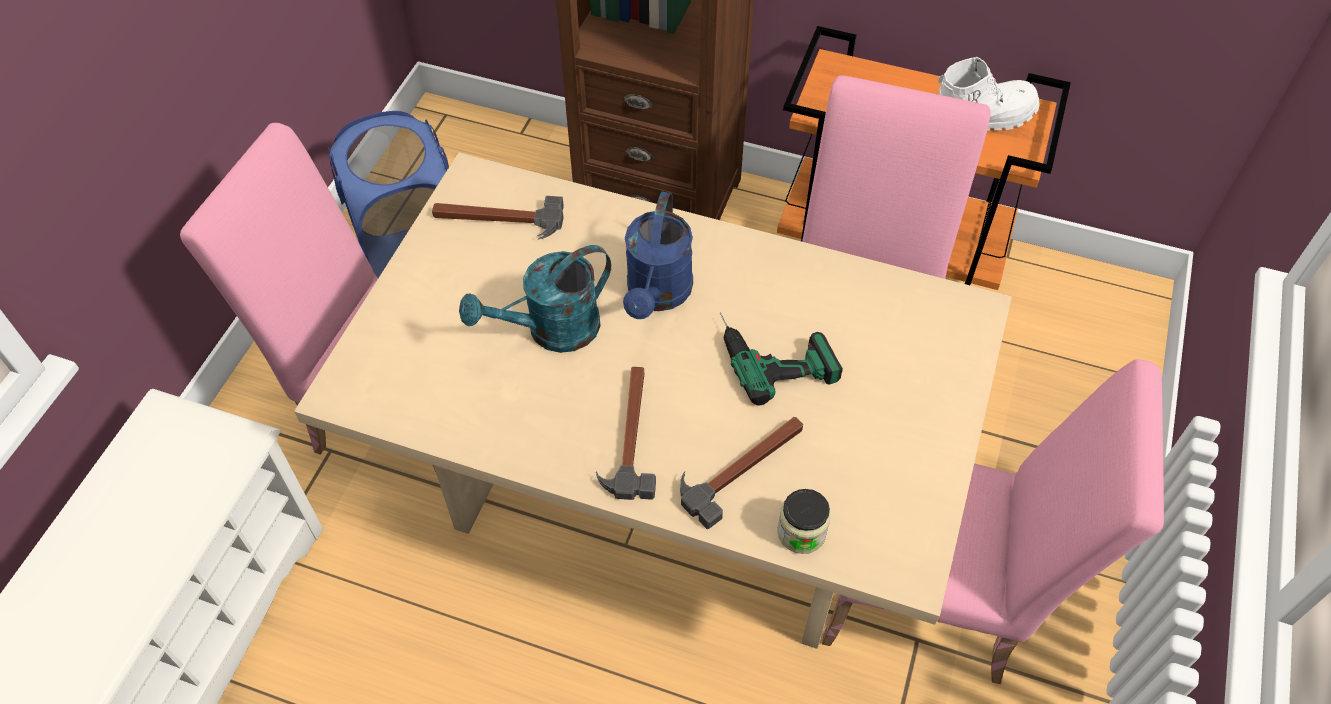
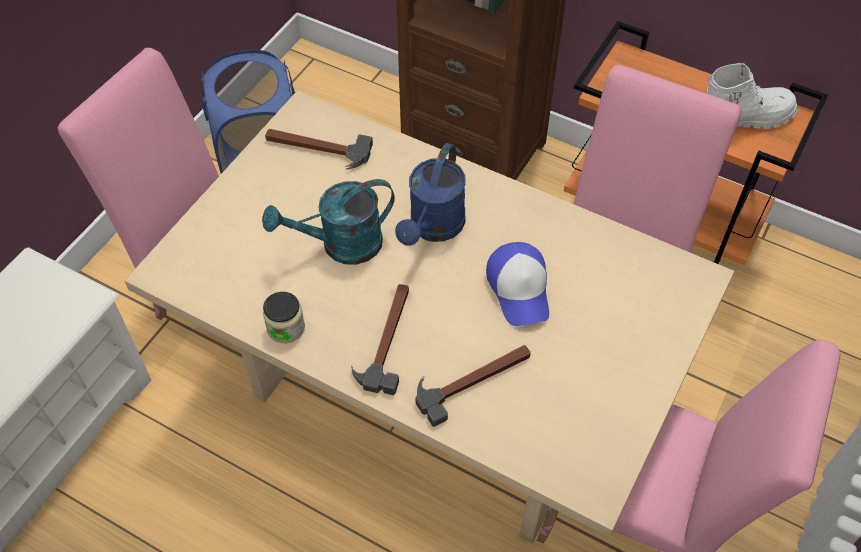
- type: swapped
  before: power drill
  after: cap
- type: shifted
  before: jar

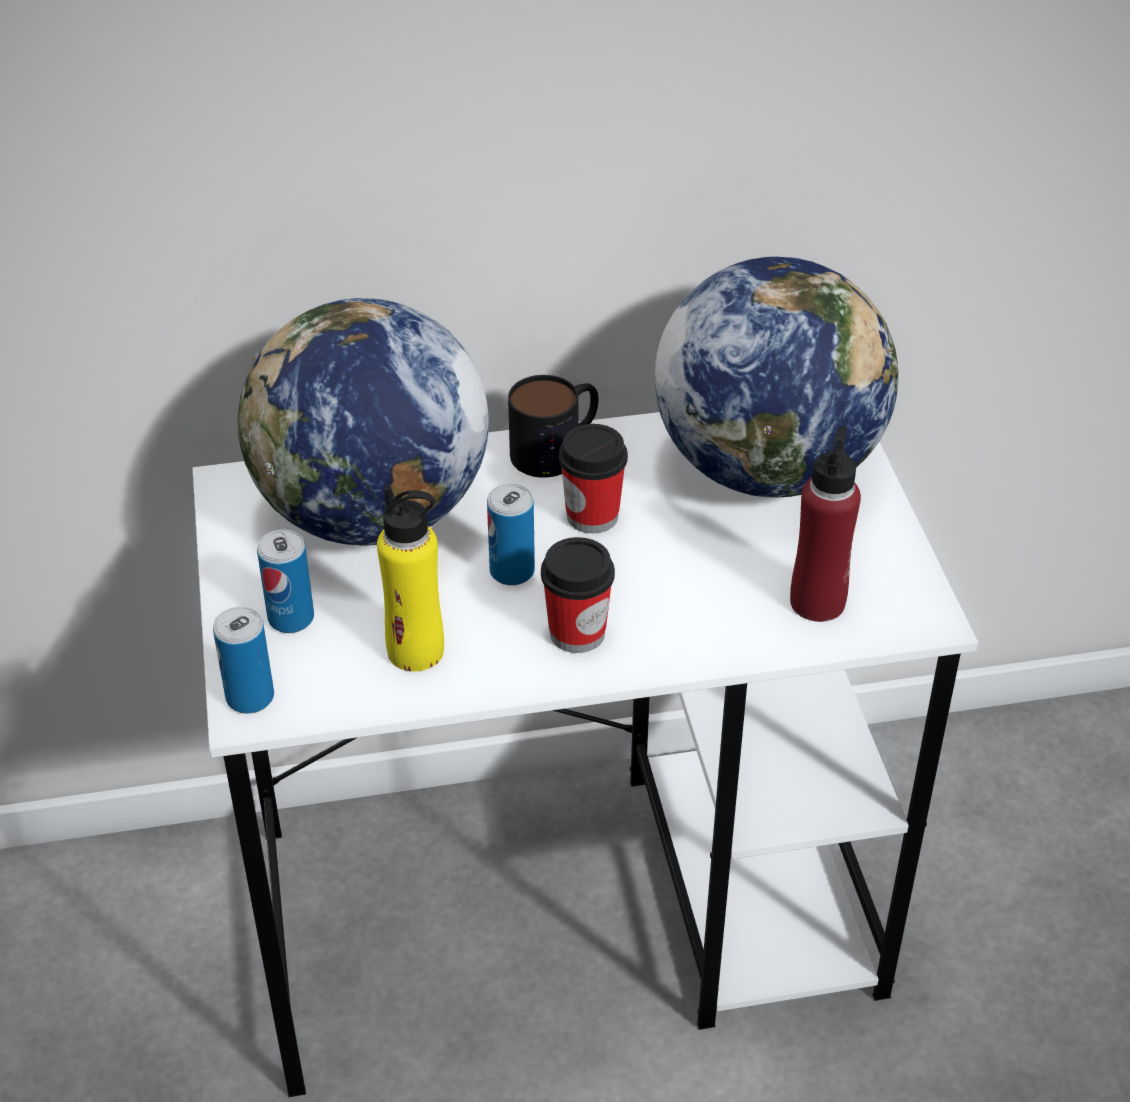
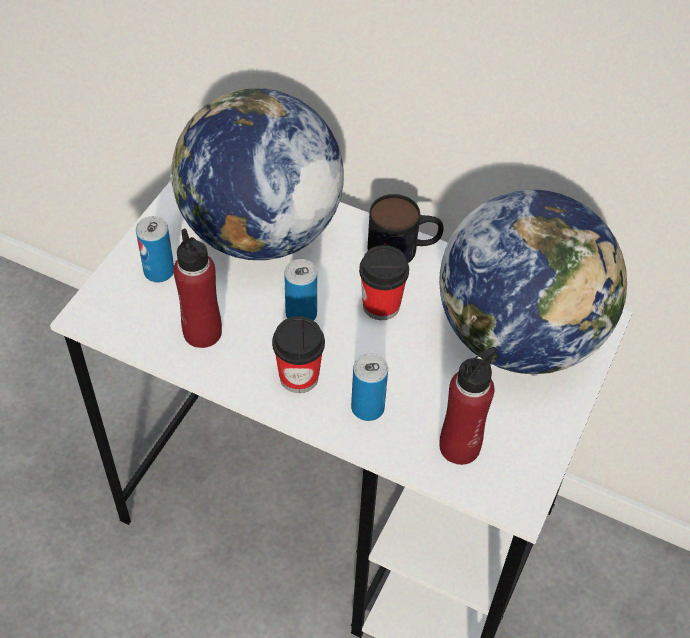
- type: repainted
  before: yellow bottle
  after: red bottle (no. 1 from left)
- type: shifted
  before: can (no. 1 from left in the first image)
  after: can (no. 3 from left)

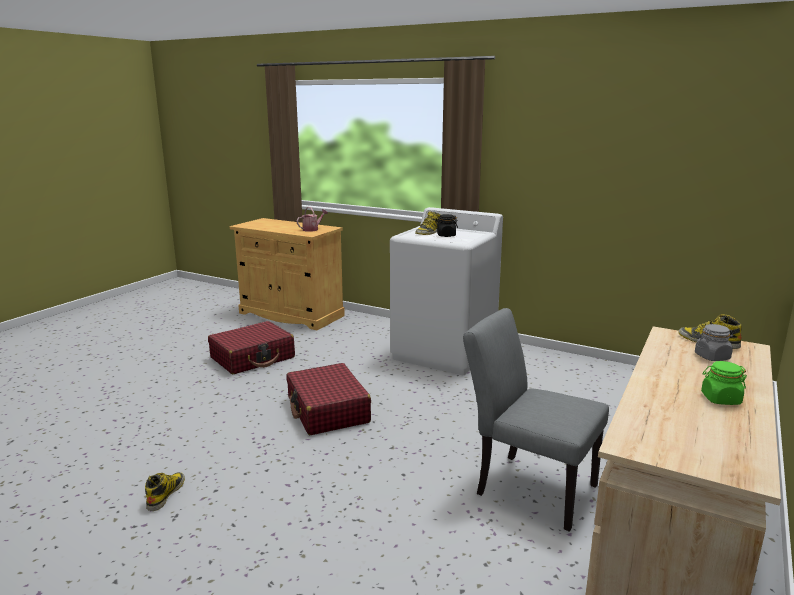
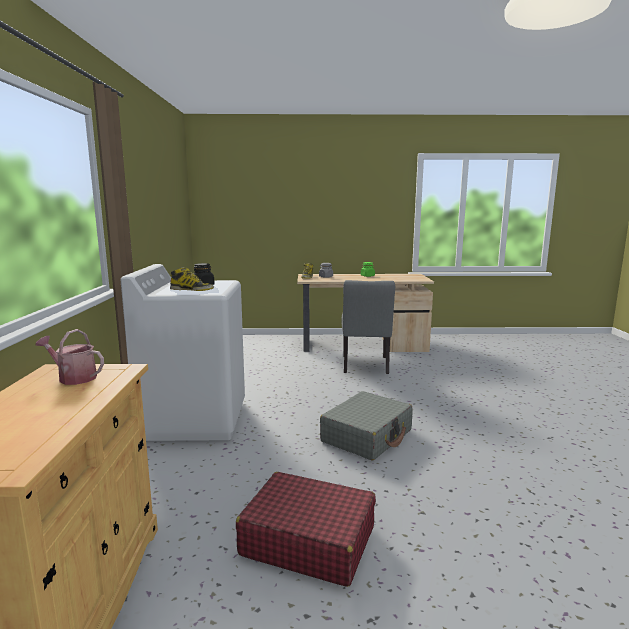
- type: repainted
  before: red suitcase (no. 2 from left)
  after: grey suitcase
- type: gone
  before: boot (no. 1 from left)

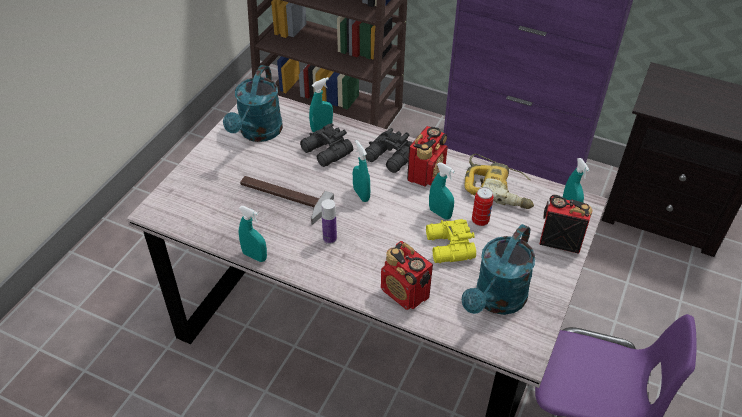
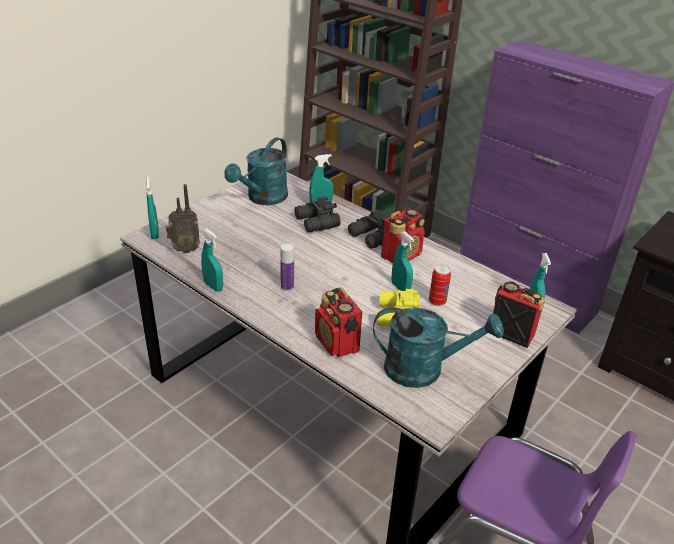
- type: shifted
  before: turquoise spray bottle (no. 3 from left in the first image)
  after: turquoise spray bottle (no. 1 from left)
- type: gone
  before: power drill
- type: gone
  before: hammer
- type: rotated
  before: turquoise watering can (no. 2 from left)
  turn: -135
- type: new
  after: radio (no. 1 from left)

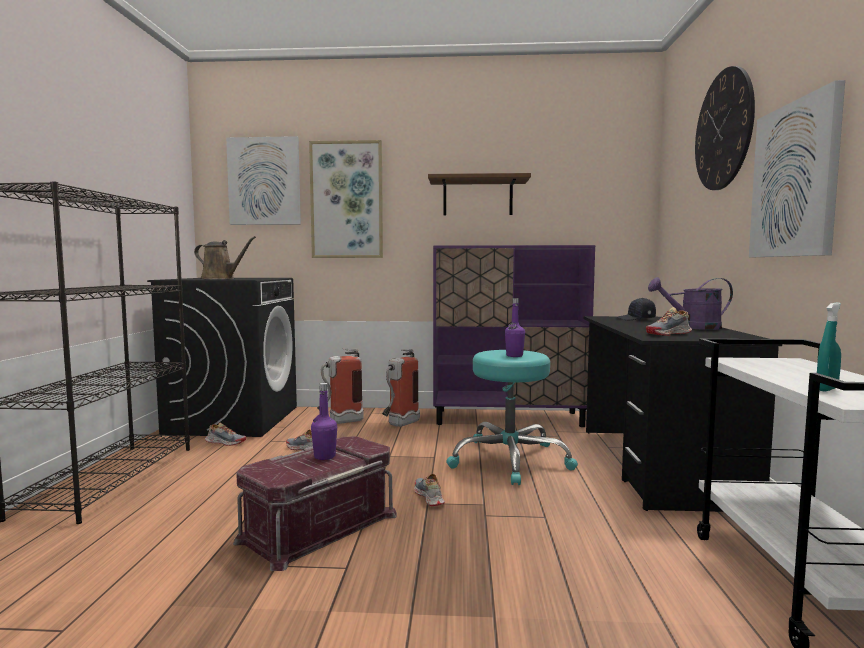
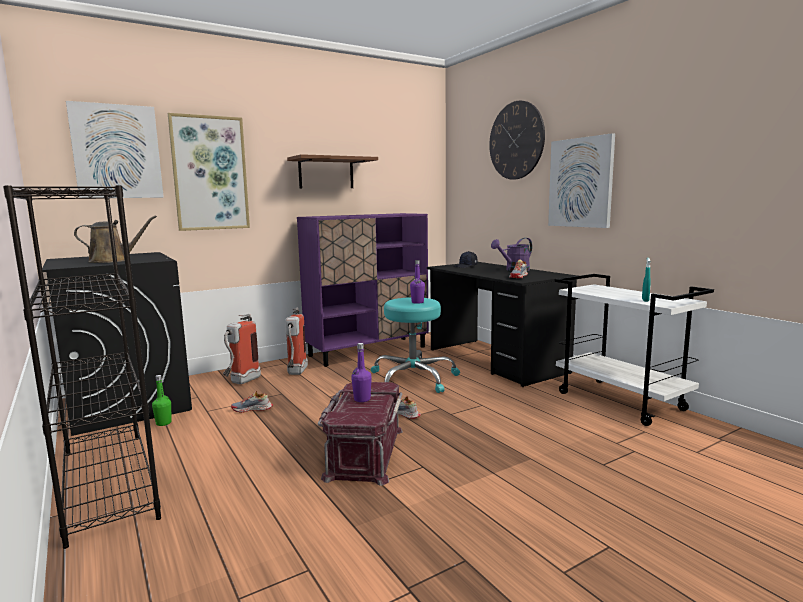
- type: swapped
  before: shoe (no. 1 from left)
  after: green bottle

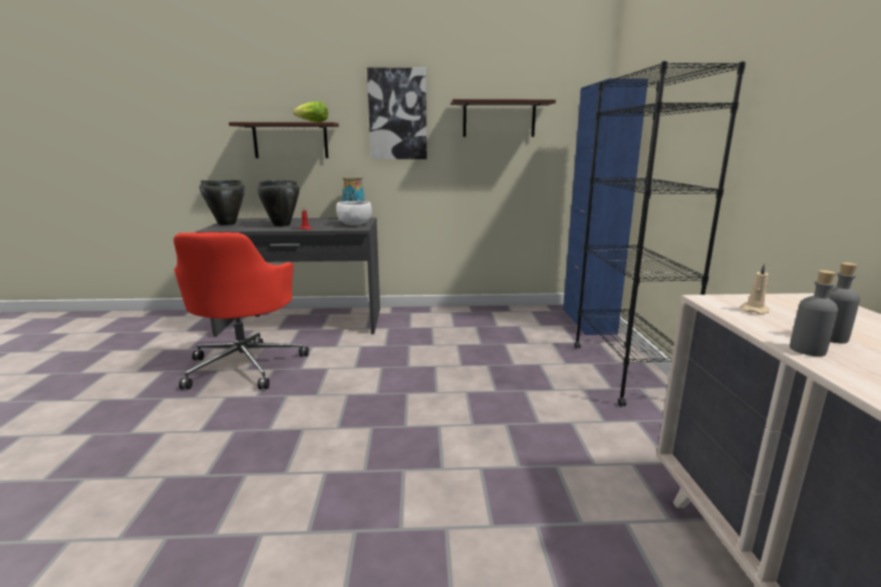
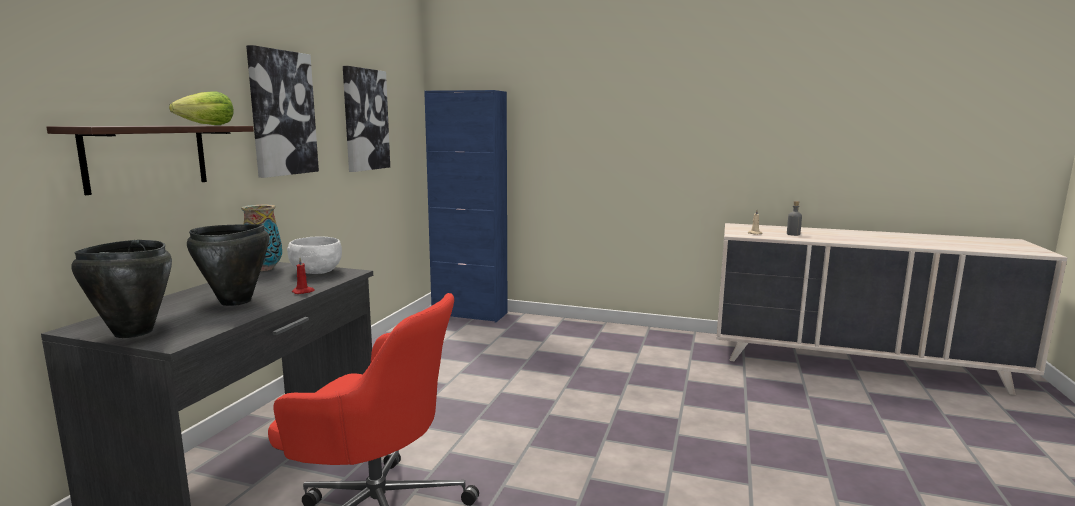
- type: gone
  before: black bookcase
- type: swapped
  before: shelf (no. 2 from left)
  after: picture (no. 2 from left)
- type: gone
  before: grey bottle (no. 1 from left)

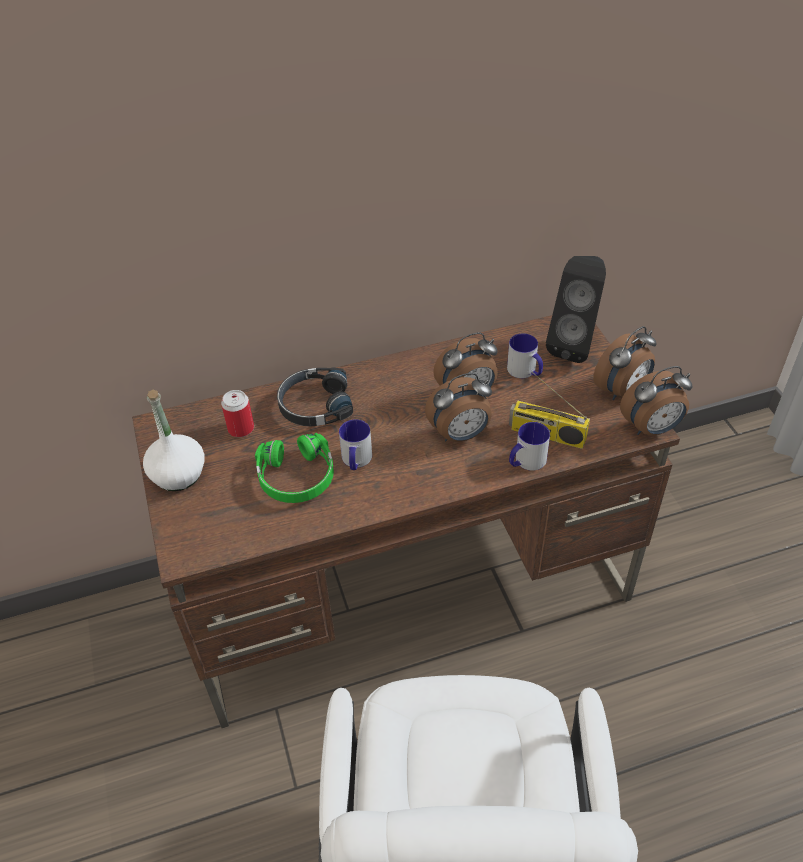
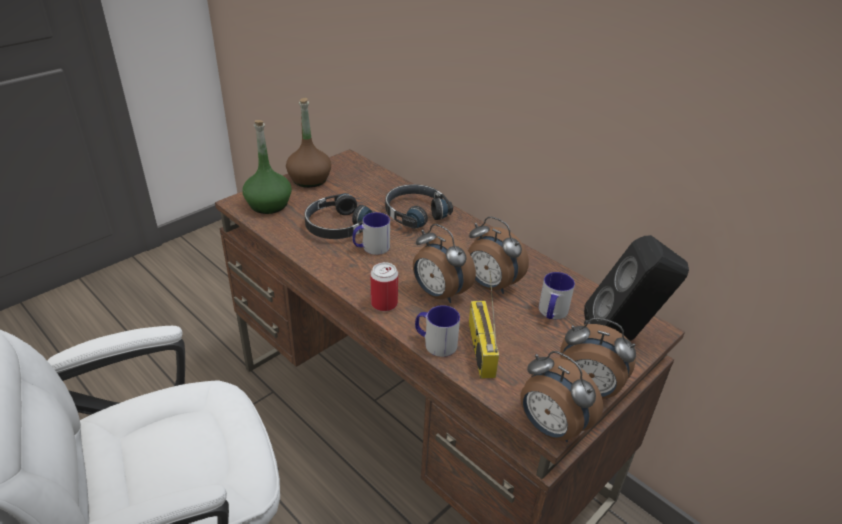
- type: repainted
  before: white bottle
  after: brown bottle
- type: shifted
  before: can
- type: repainted
  before: green headphones
  after: black headphones (no. 1 from left)
- type: new
  after: green bottle

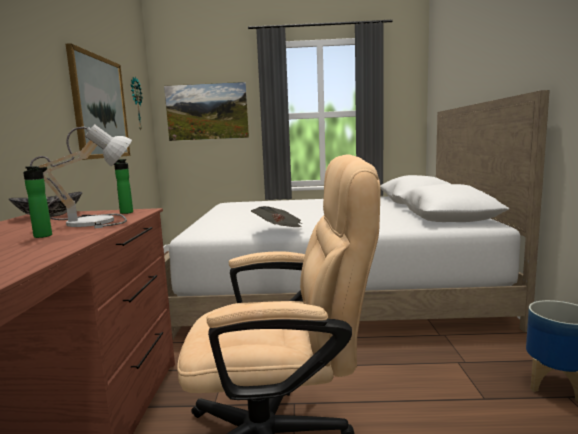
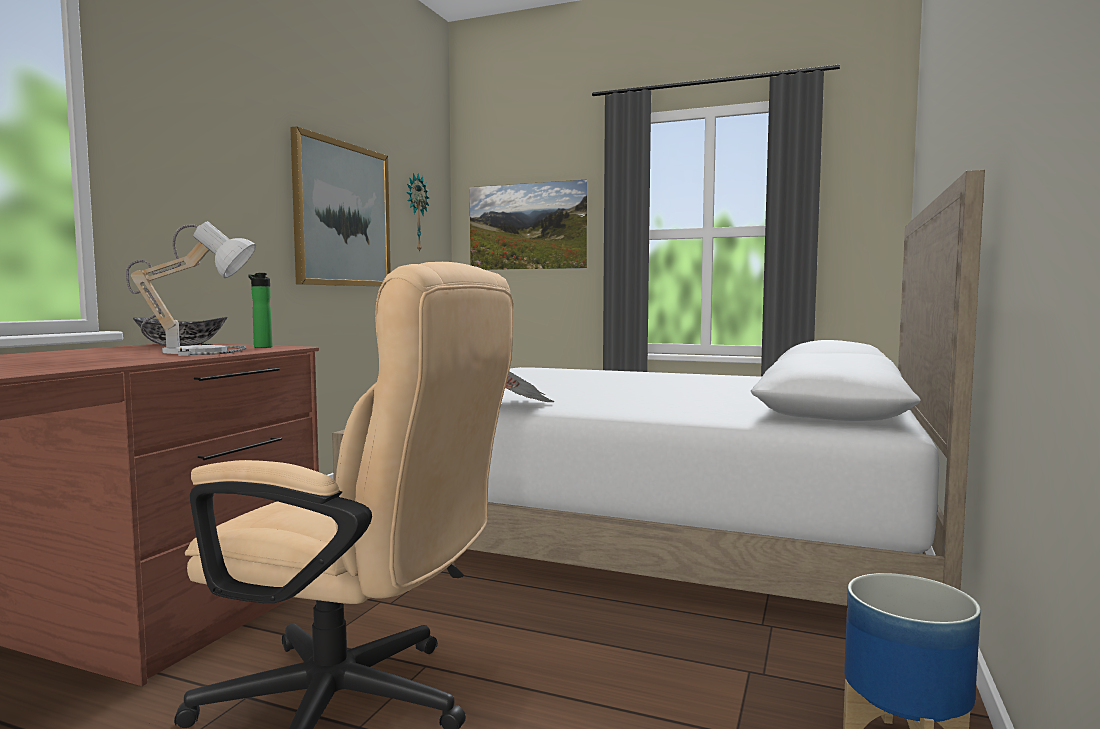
- type: gone
  before: bottle (no. 1 from left)

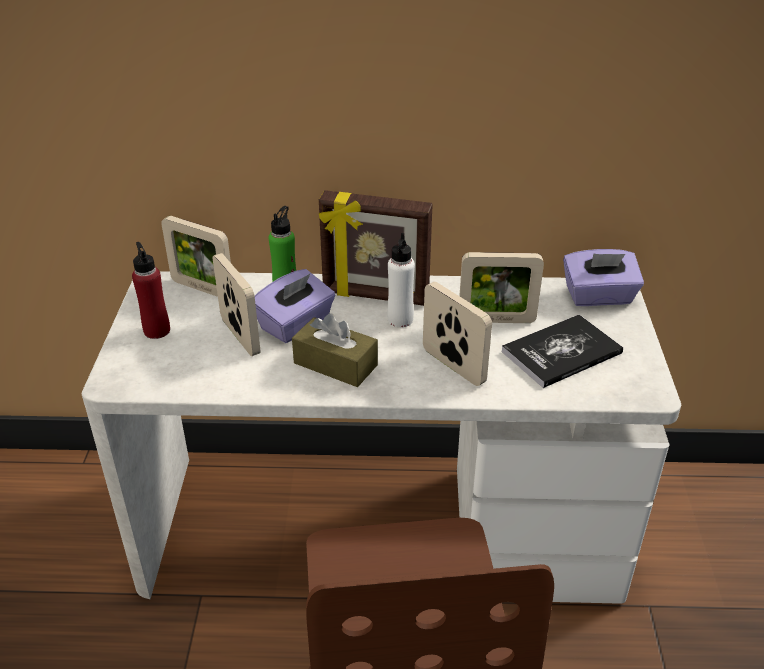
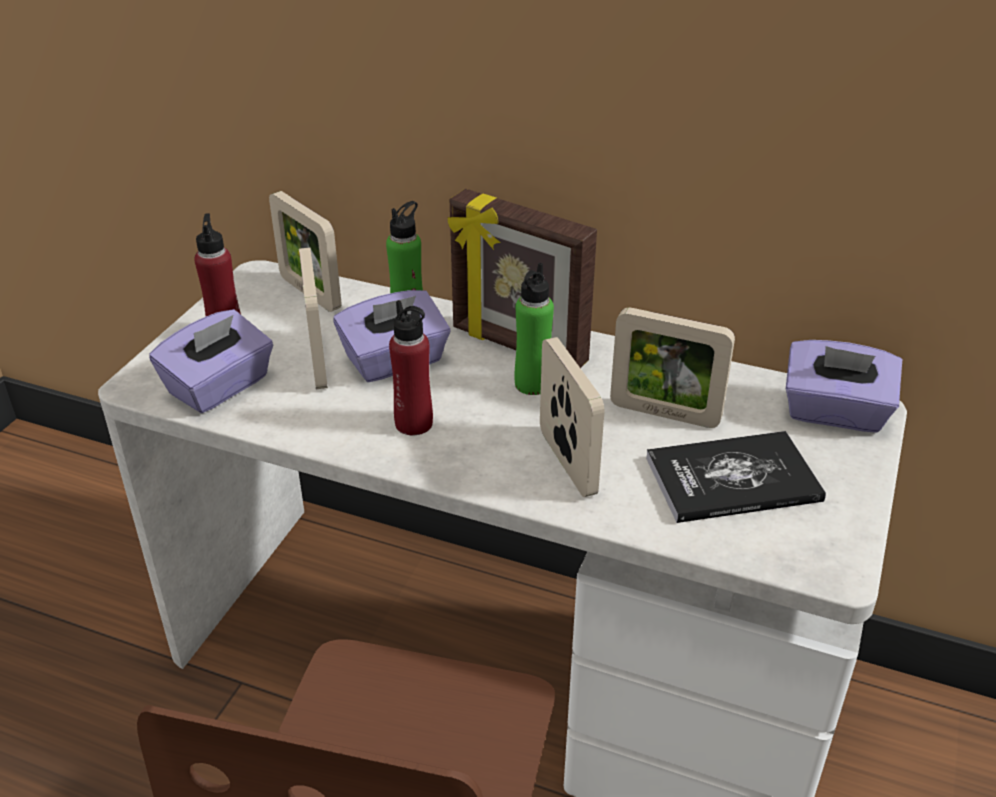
- type: repainted
  before: white bottle
  after: green bottle (no. 2 from left)
- type: swapped
  before: brown tissue box
  after: red bottle (no. 2 from left)
- type: new
  after: purple tissue box (no. 1 from left)

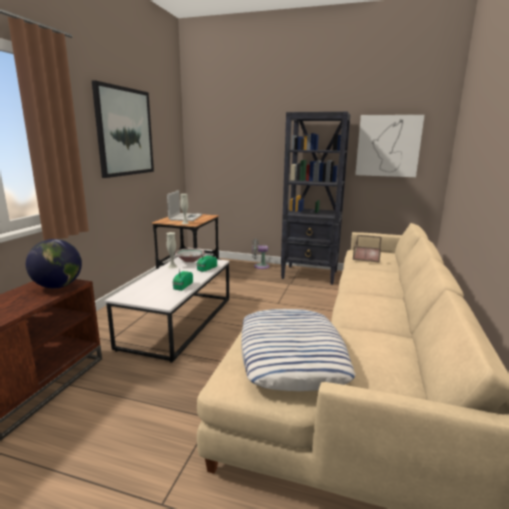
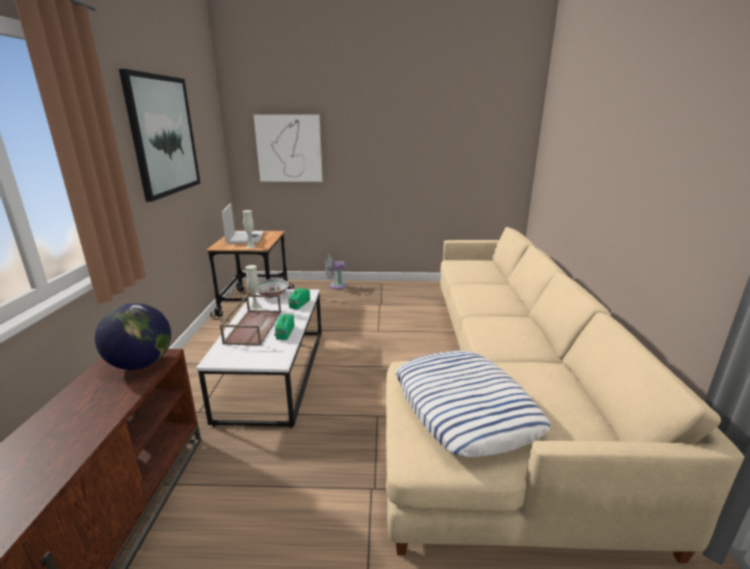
- type: gone
  before: black bookcase
- type: shifted
  before: picture (no. 2 from left)
- type: shifted
  before: brown tray

